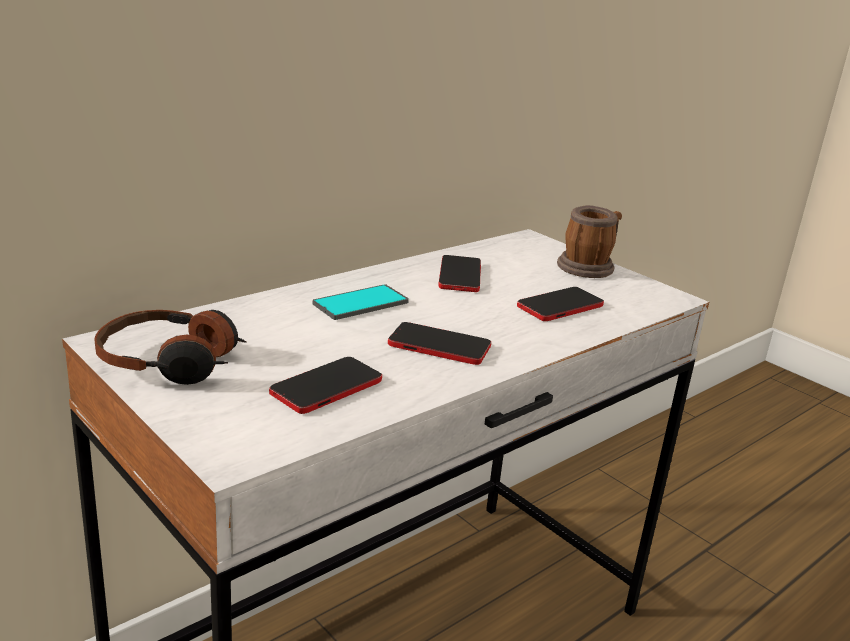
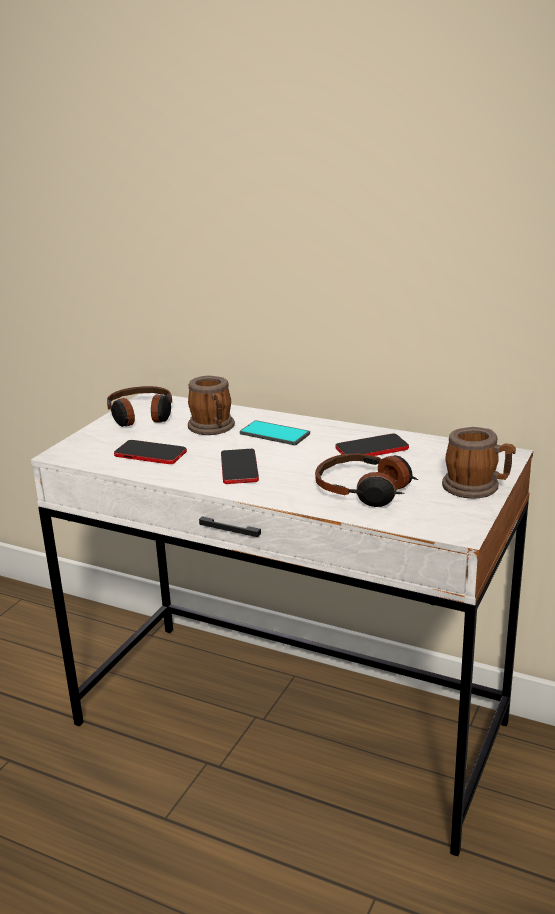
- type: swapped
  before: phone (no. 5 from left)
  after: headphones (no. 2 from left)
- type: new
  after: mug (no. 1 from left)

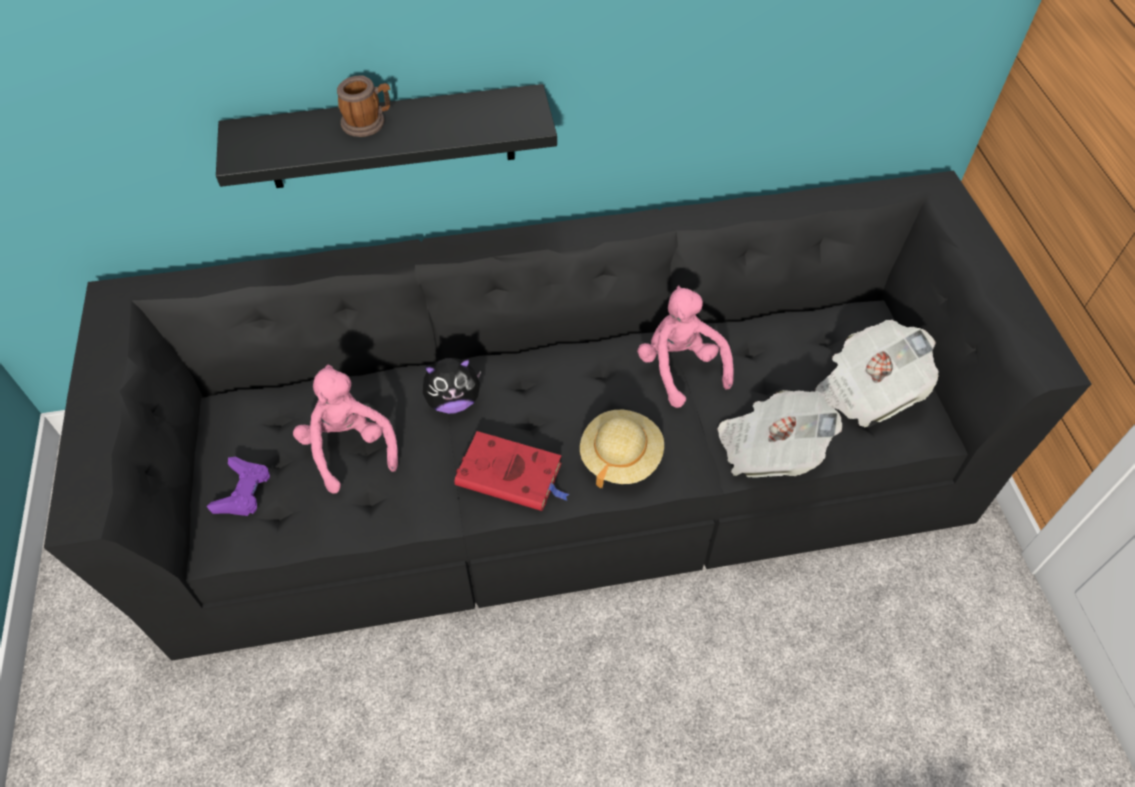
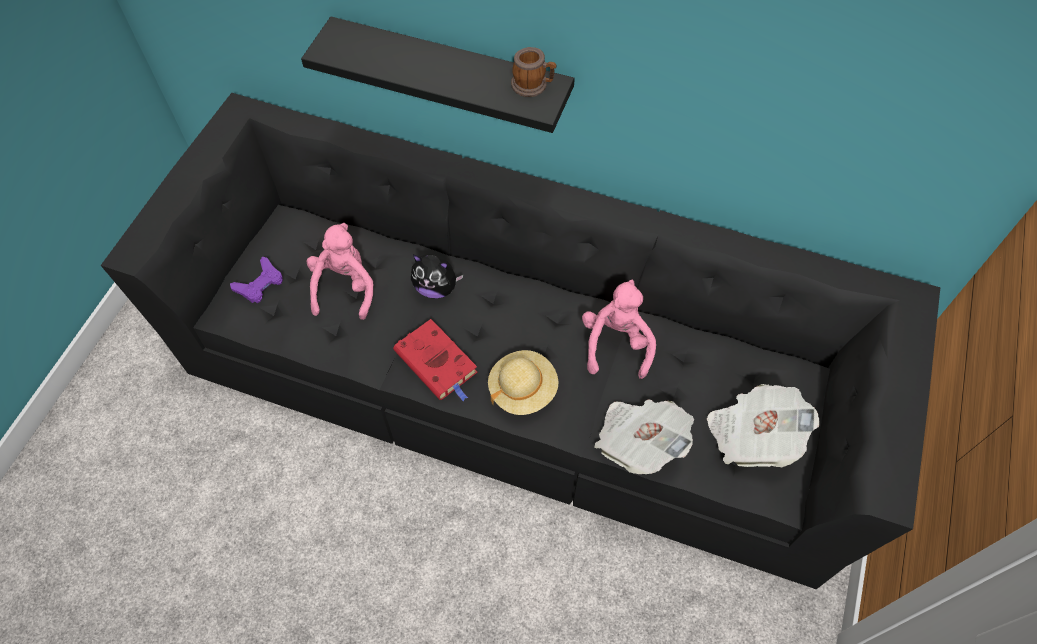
- type: shifted
  before: mug

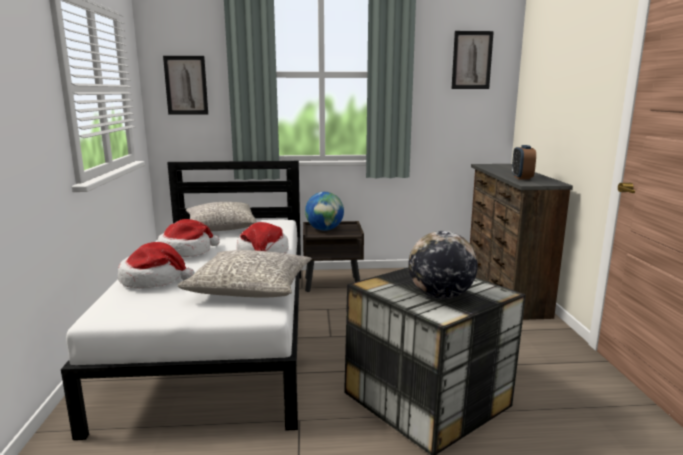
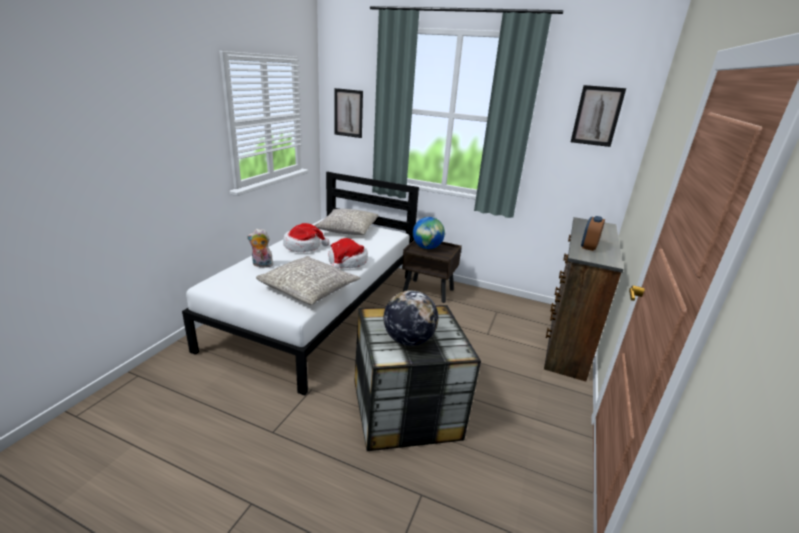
- type: swapped
  before: hat (no. 1 from left)
  after: plush toy

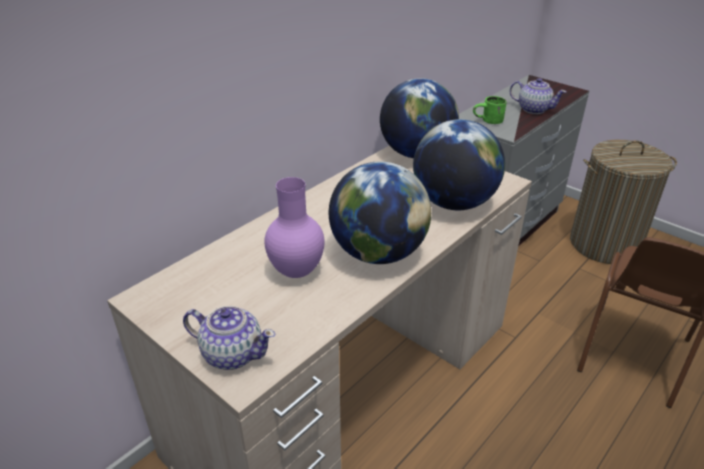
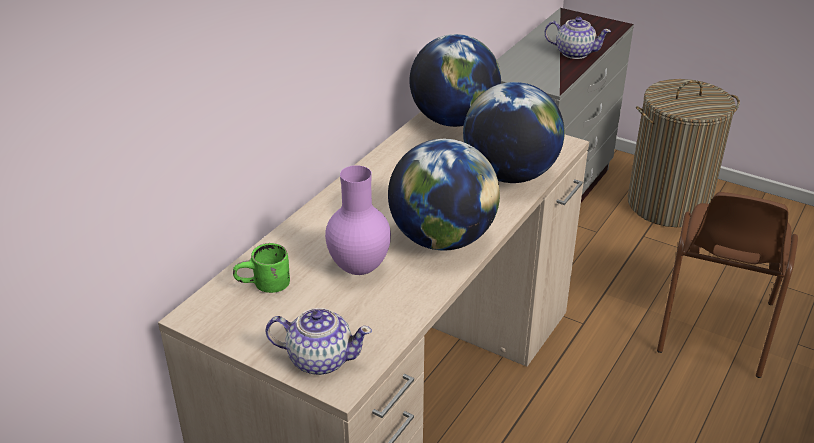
- type: shifted
  before: green mug

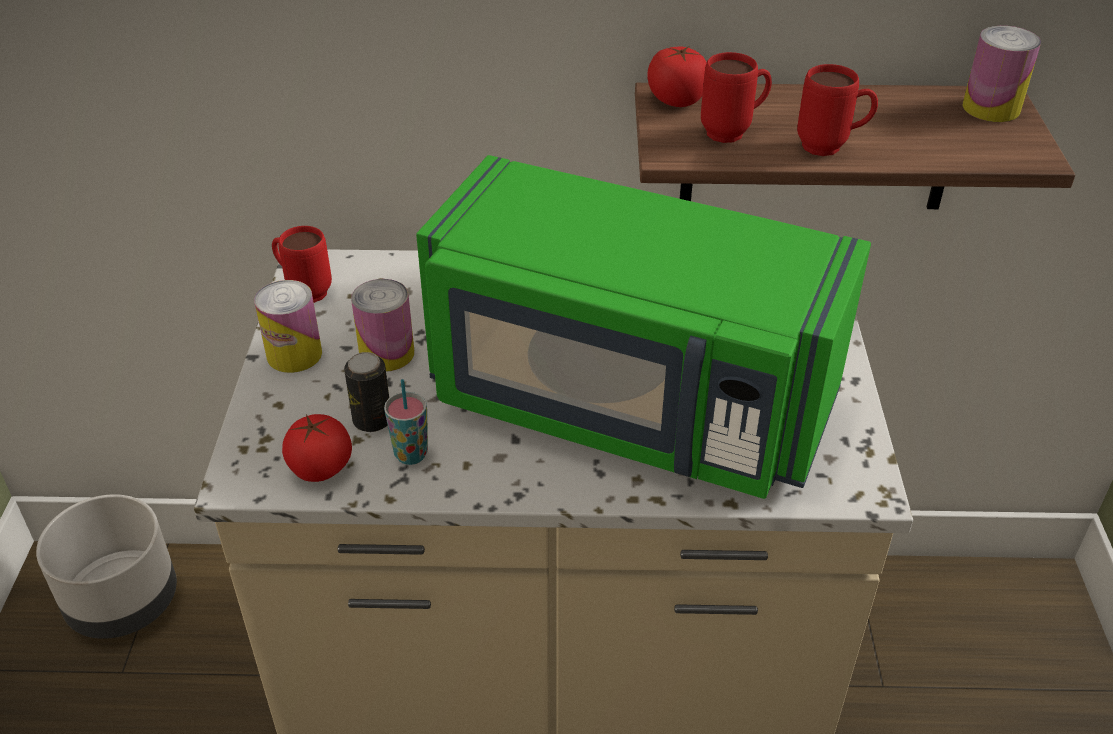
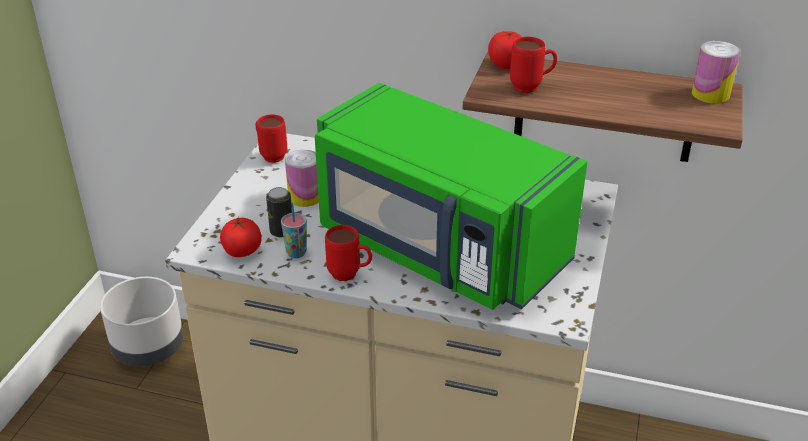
- type: shifted
  before: red mug (no. 3 from left in the first image)
  after: red mug (no. 2 from left)
- type: gone
  before: can (no. 1 from left)

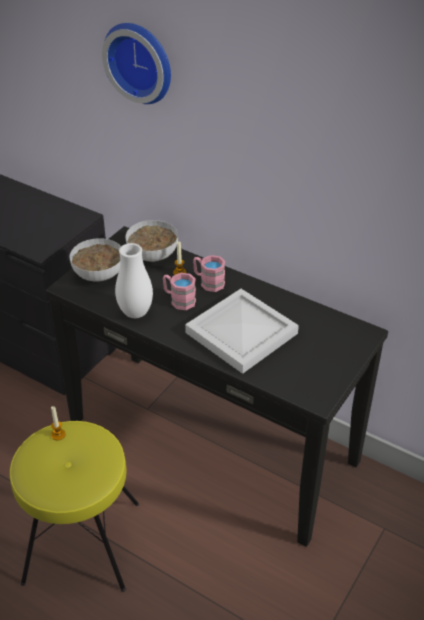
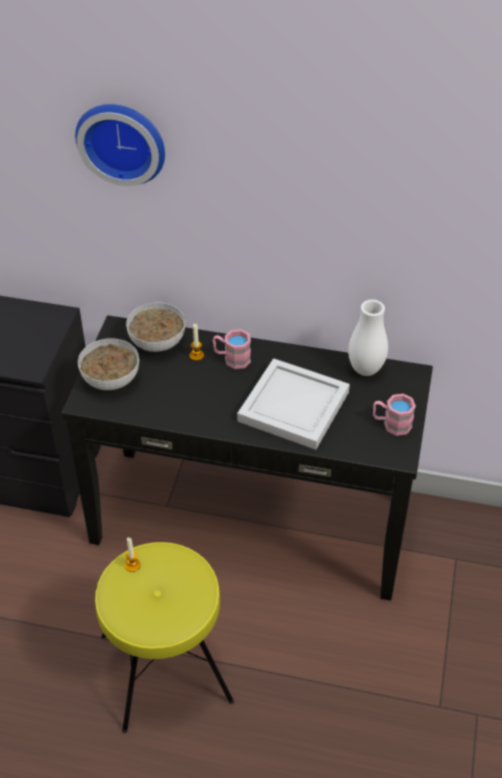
- type: shifted
  before: white vase
- type: shifted
  before: pink mug (no. 1 from left in the first image)
  after: pink mug (no. 2 from left)

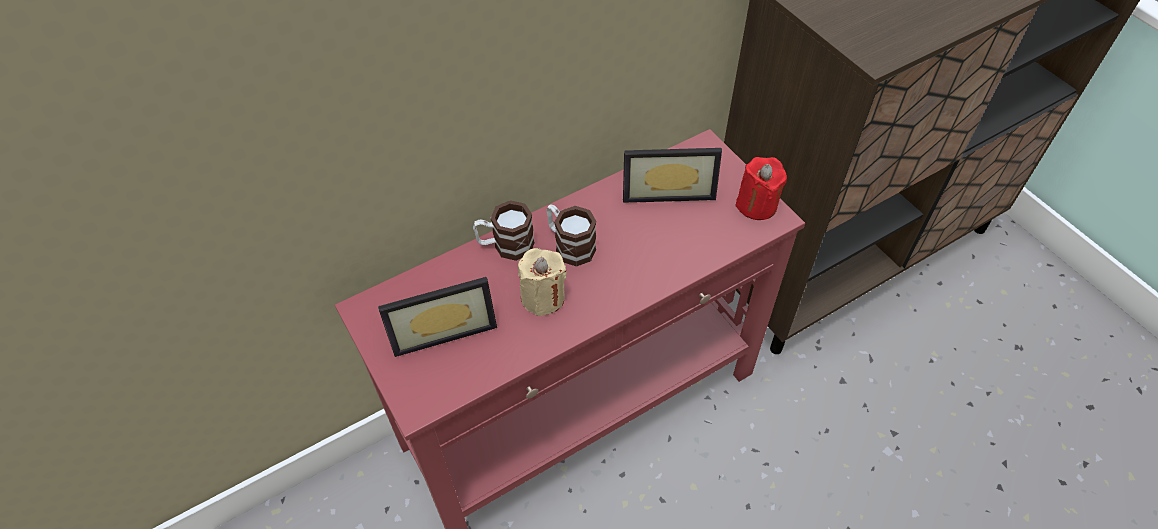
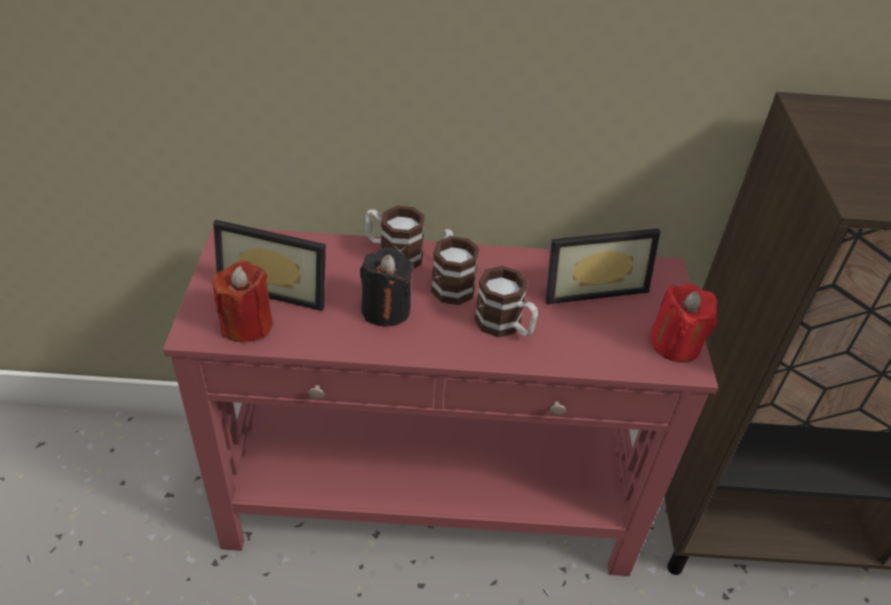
- type: rotated
  before: picture frame (no. 2 from left)
  turn: -45
- type: repainted
  before: beige candle
  after: black candle
- type: new
  after: red candle (no. 1 from left)
- type: new
  after: mug (no. 3 from left)

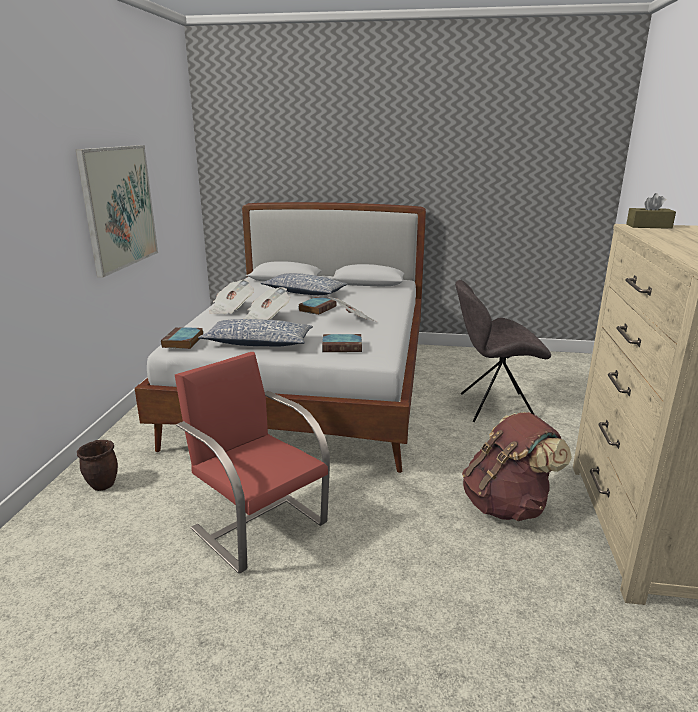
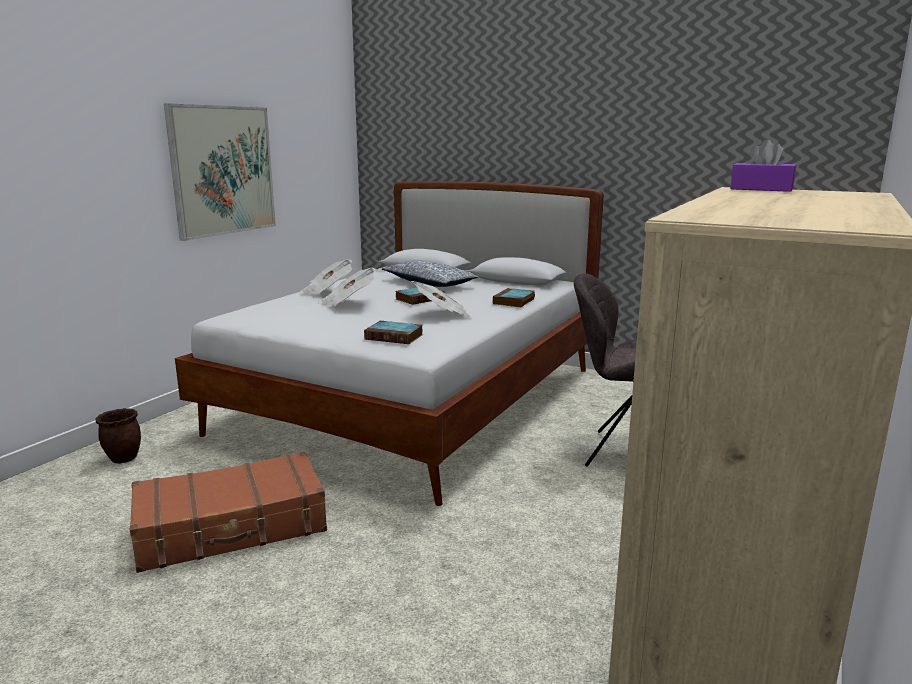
- type: repainted
  before: brown tissue box
  after: purple tissue box
- type: gone
  before: pillow (no. 1 from left)
- type: shifted
  before: book (no. 1 from left in the first image)
  after: book (no. 3 from left)
- type: swapped
  before: red chair
  after: brown suitcase
- type: gone
  before: brown backpack

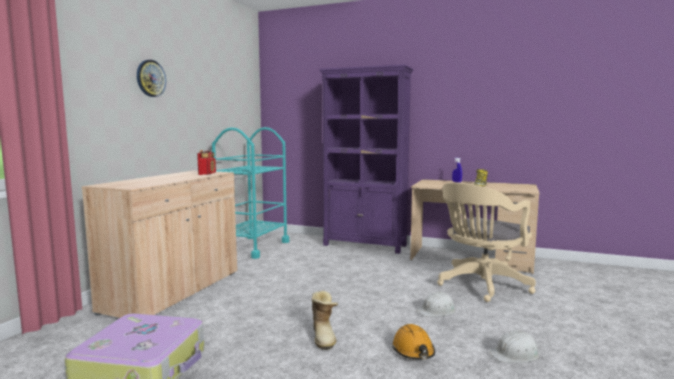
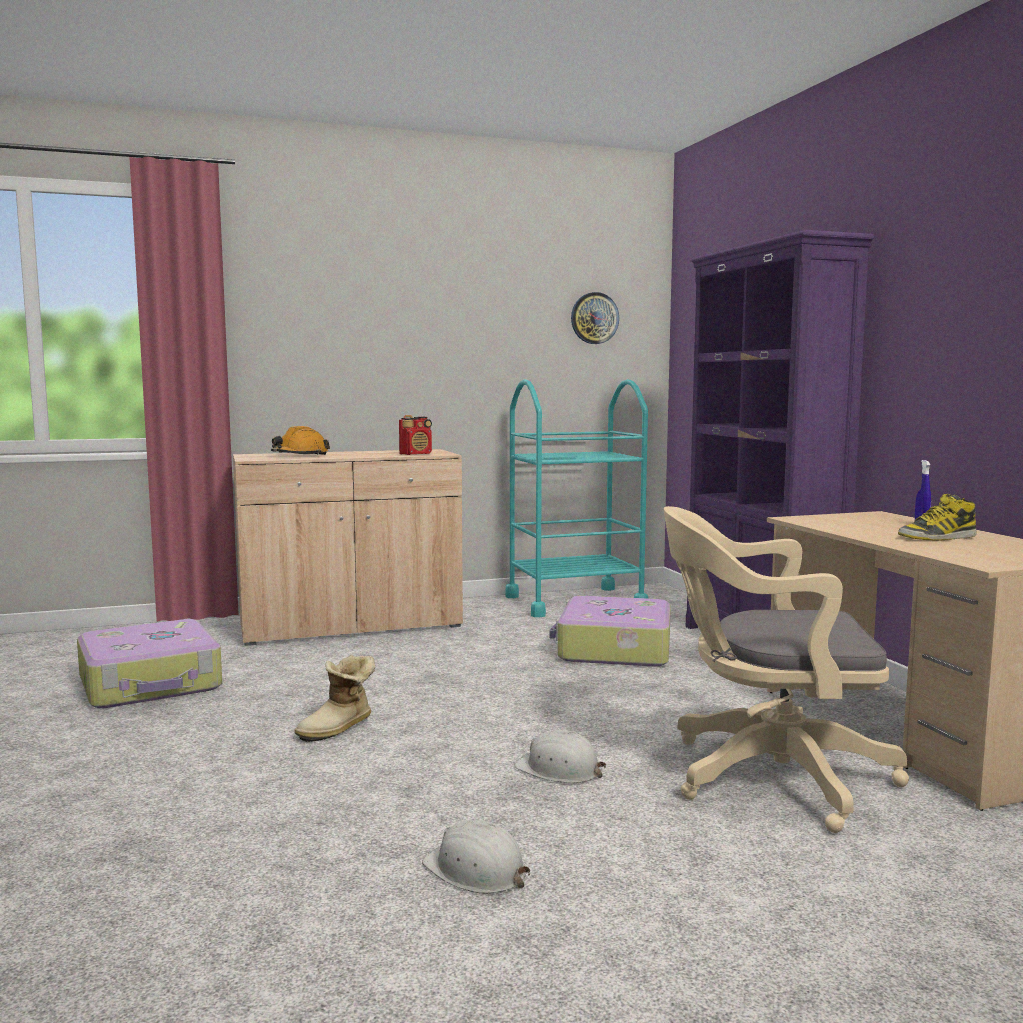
- type: shifted
  before: wall clock
- type: shifted
  before: orange hard hat
- type: new
  after: suitcase (no. 2 from left)

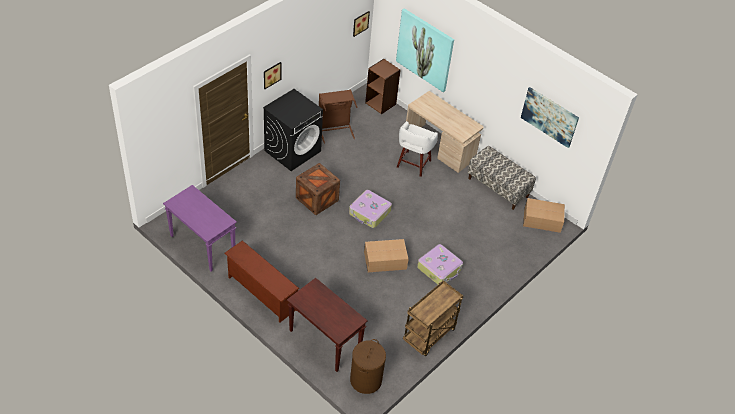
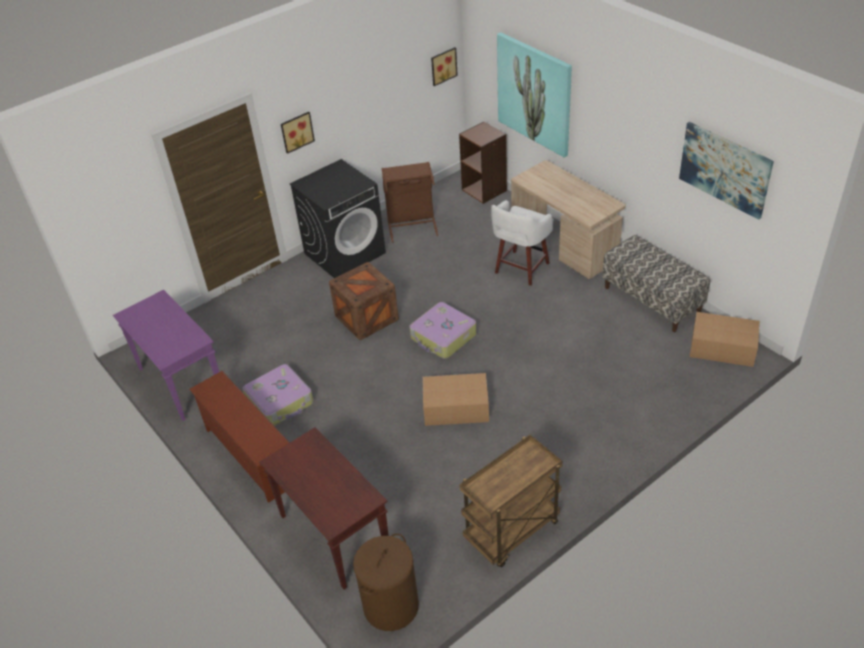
- type: shifted
  before: suitcase (no. 2 from left in the first image)
  after: suitcase (no. 1 from left)

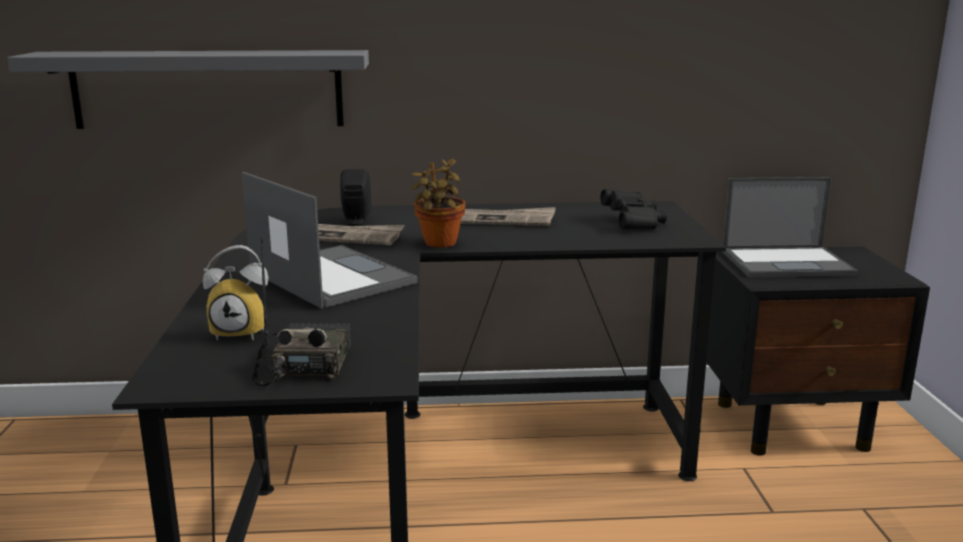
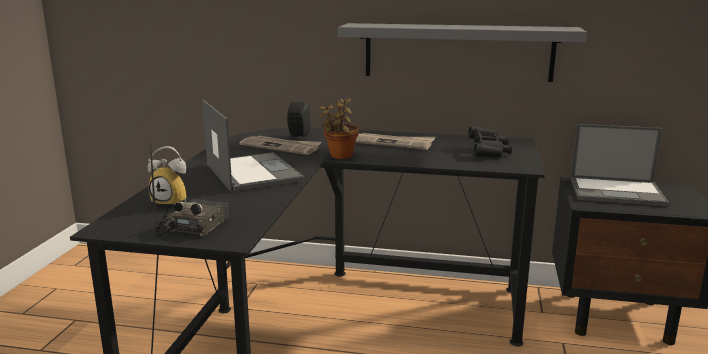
- type: shifted
  before: grey shelf

